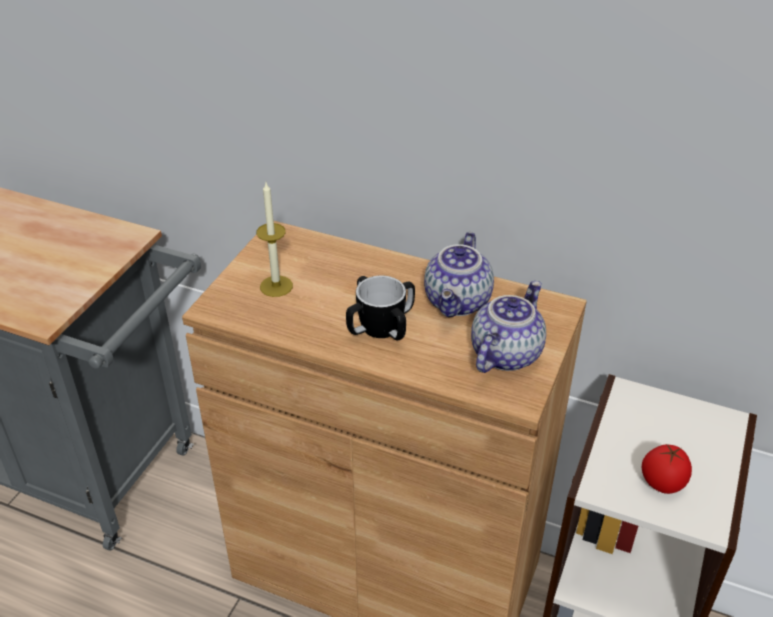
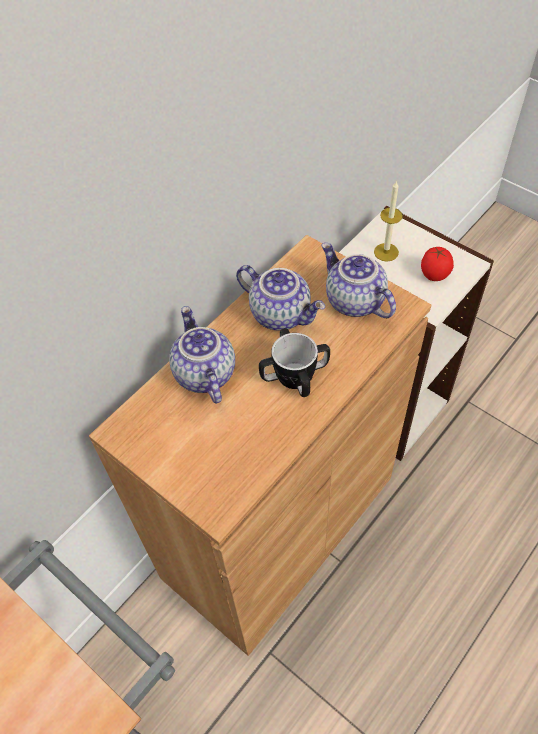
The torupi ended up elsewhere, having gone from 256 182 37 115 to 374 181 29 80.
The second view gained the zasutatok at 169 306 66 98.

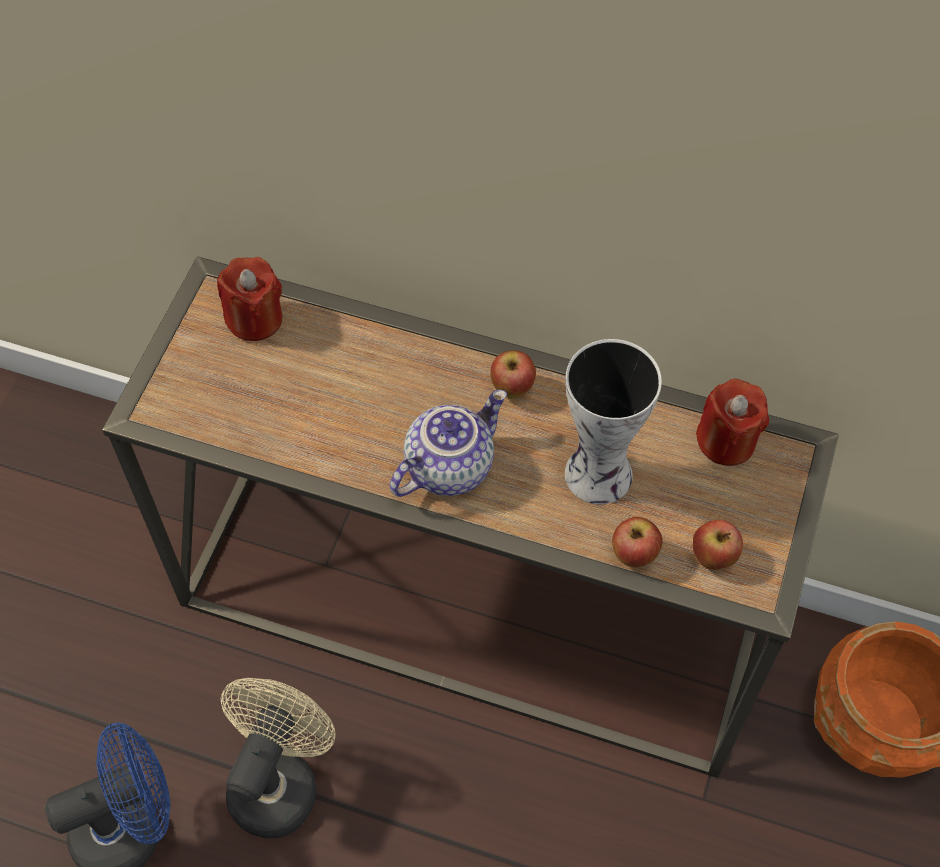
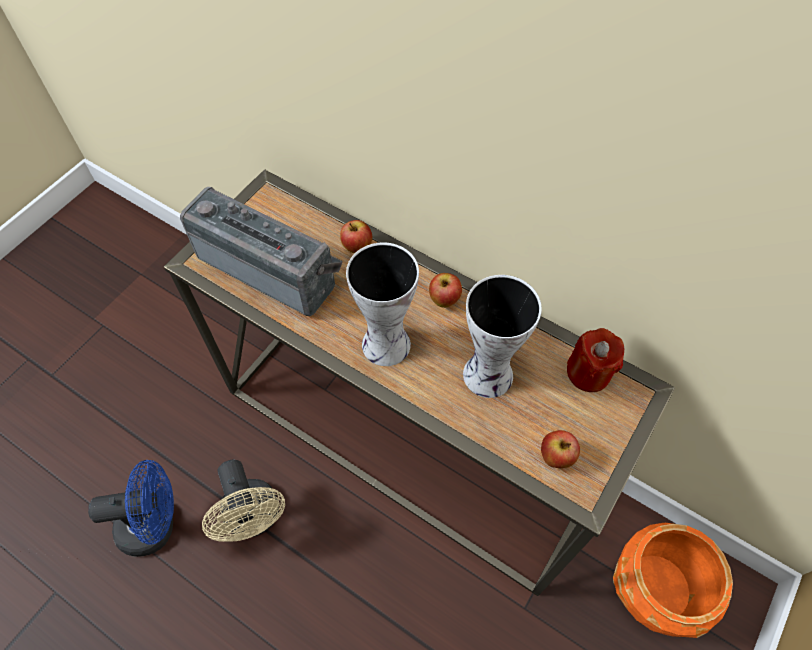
The second view lost the torupi (red) at 217 257 65 84.
The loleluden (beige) at 221 678 115 160 ended up facing another way, 120 degrees clockwise from before.
Where the zasutatok stood at 390 390 117 107, the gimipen came to stand at 346 242 73 124.
The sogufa ended up elsewhere, having gone from 612 517 50 50 to 340 220 32 33.
The second view gained the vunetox at 180 187 163 130.

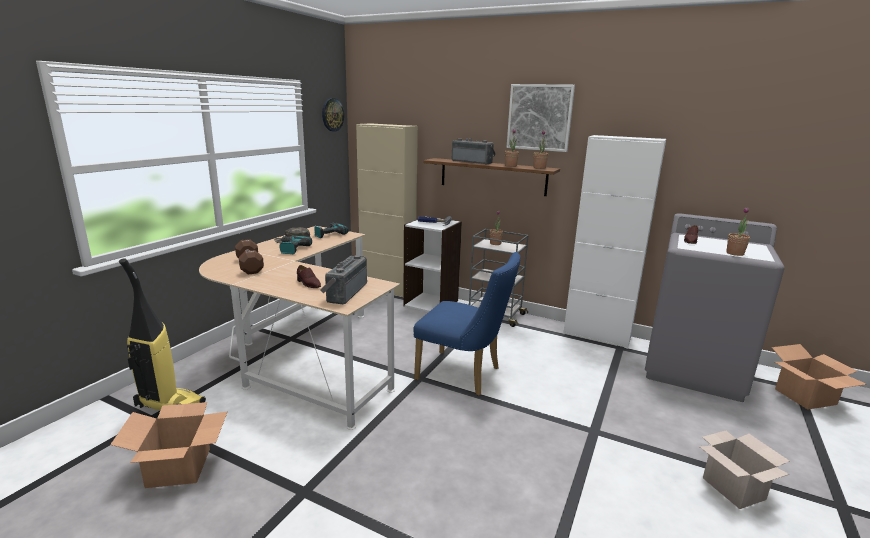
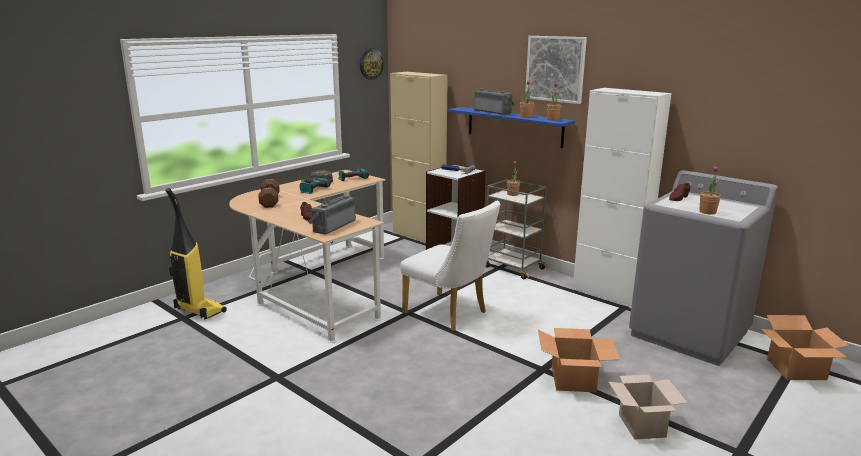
The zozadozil ended up elsewhere, having gone from 110 402 118 86 to 538 328 82 64.
What was the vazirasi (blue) at 413 252 107 144 turned into the vazirasi (white) at 400 201 101 130.
What was the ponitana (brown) at 423 158 137 38 turned into the ponitana (blue) at 448 107 127 41.

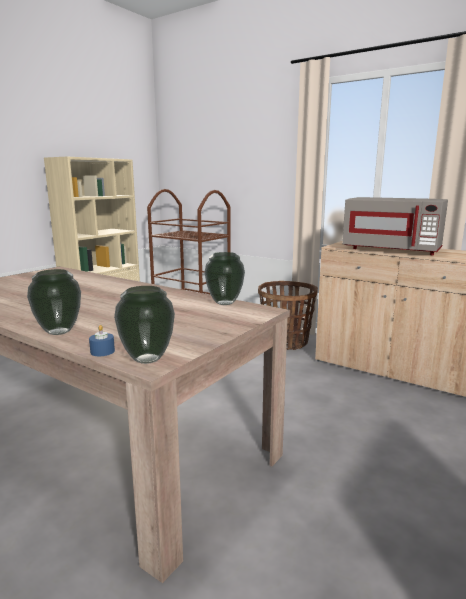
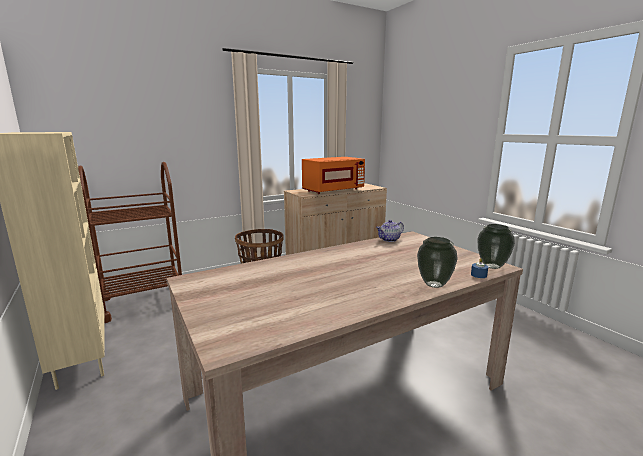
Where the gimipen stood at 204 252 41 53, the zasutatok came to stand at 376 220 28 22.
What was the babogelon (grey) at 342 197 106 58 turned into the babogelon (orange) at 302 157 63 37.

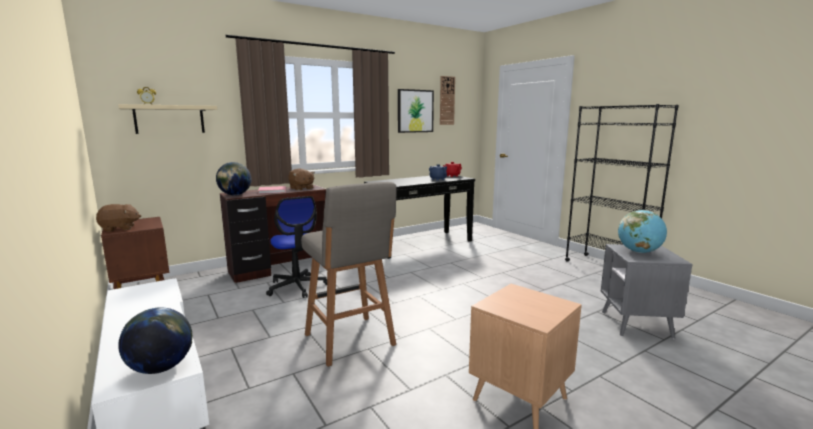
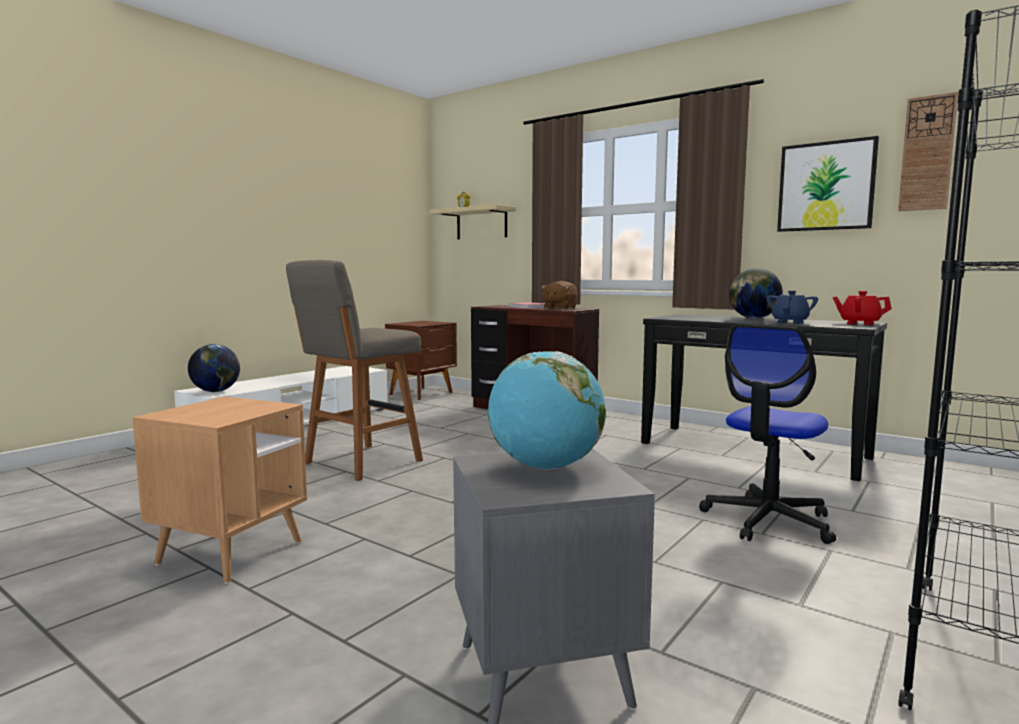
The second view lost the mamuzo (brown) at 96 204 45 28.
The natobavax ended up elsewhere, having gone from 216 162 36 34 to 729 268 54 51.
The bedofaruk ended up elsewhere, having gone from 266 196 61 102 to 699 323 137 221.

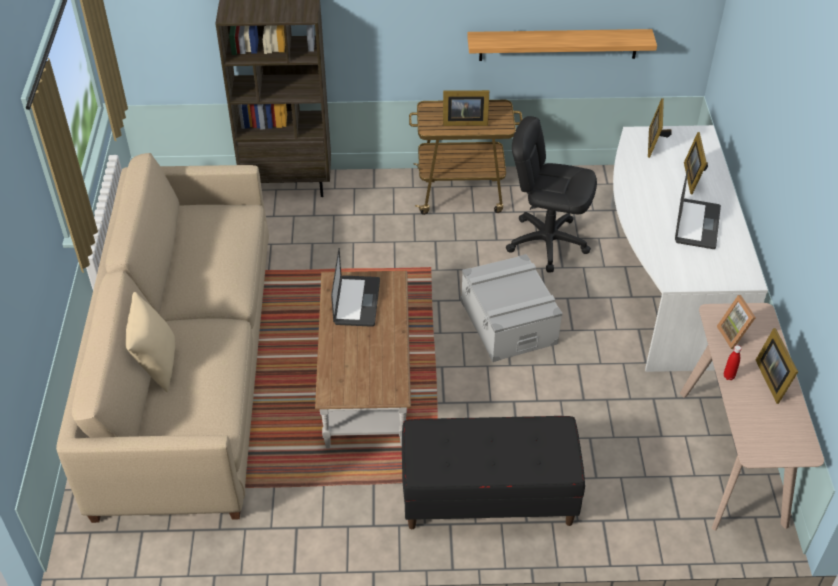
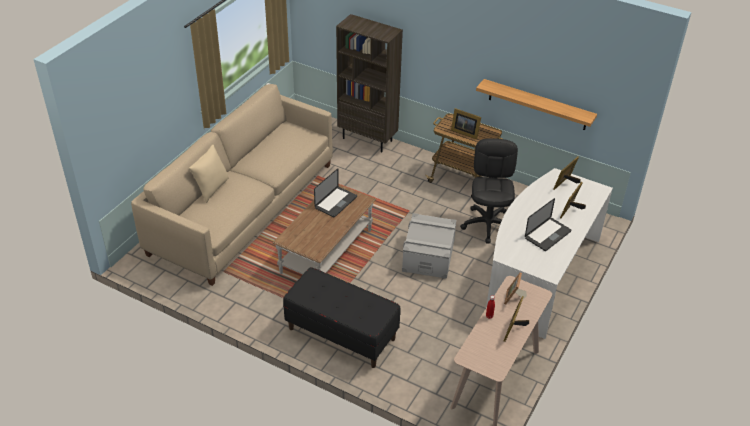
The bedofaruk (black) at 506 116 91 156 ended up facing another way, 45 degrees clockwise from before.

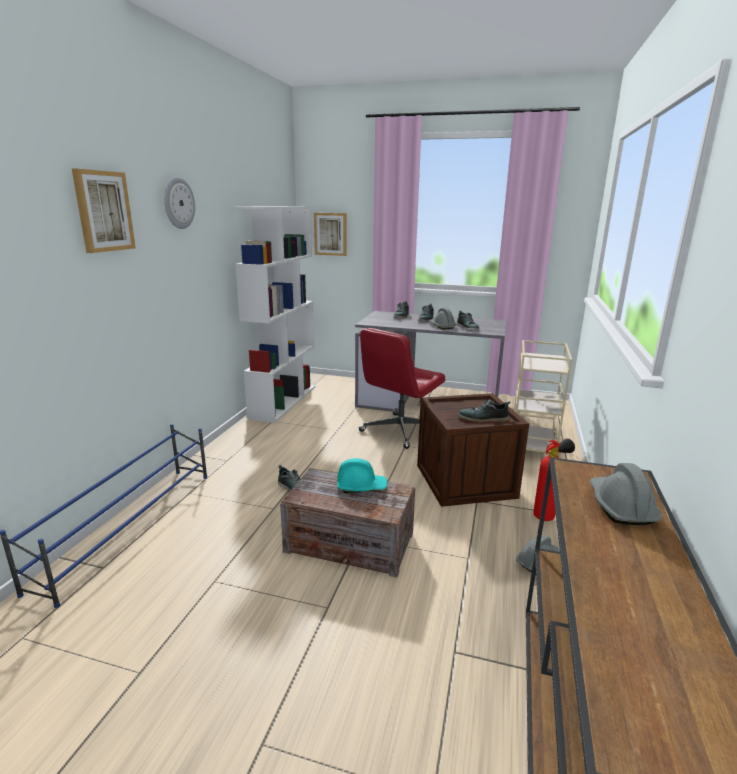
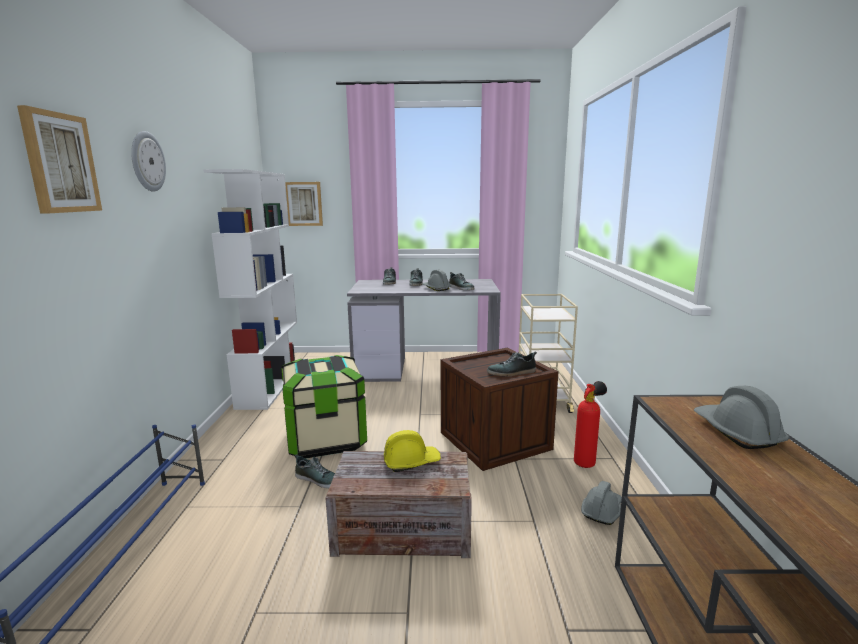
What was the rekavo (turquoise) at 337 458 51 35 turned into the rekavo (yellow) at 384 430 57 42.
The second view lost the bedofaruk (red) at 359 328 87 121.
The second view gained the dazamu at 281 355 86 104.

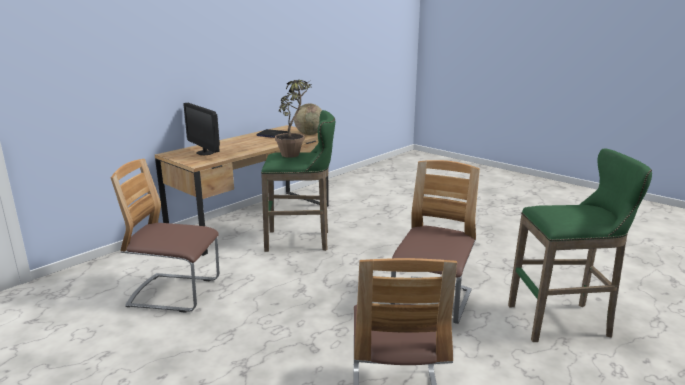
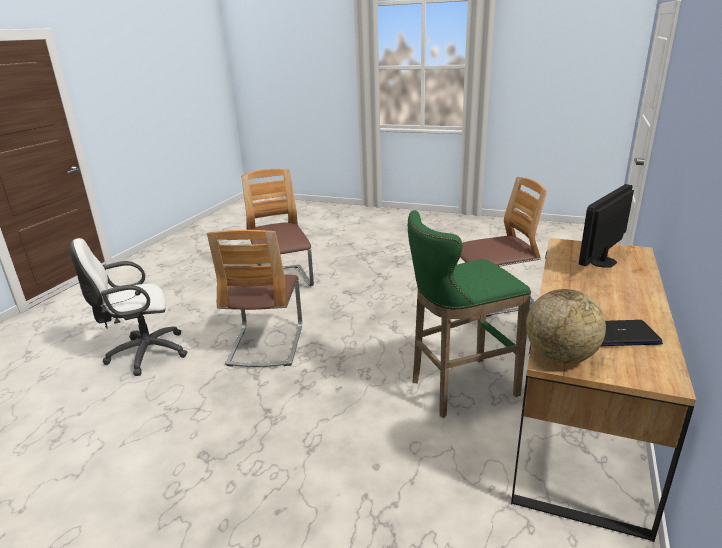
The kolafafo at 184 103 36 52 ended up facing another way, 75 degrees counterclockwise from before.
The second view lost the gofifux at 275 79 37 79.
Where the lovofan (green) stood at 508 148 144 194, the bedofaruk (white) came to stand at 70 238 118 138.

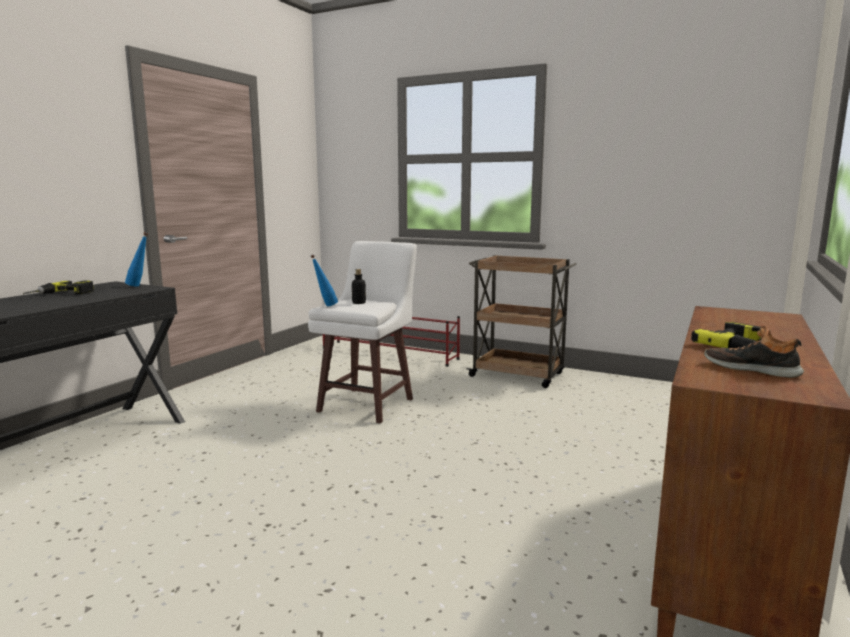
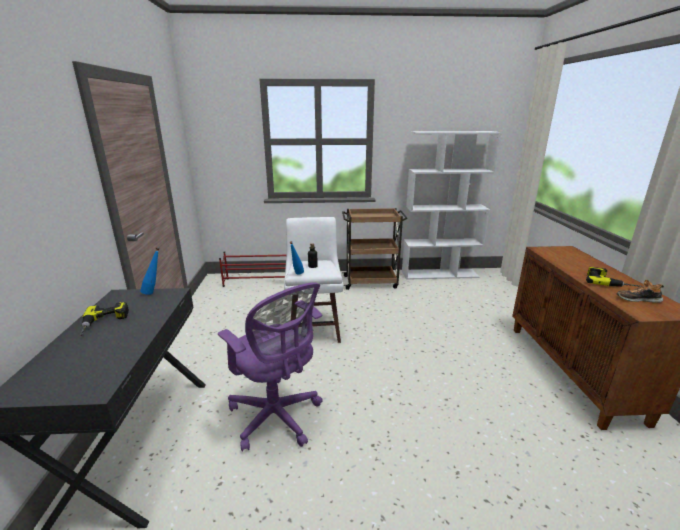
The second view gained the bedofaruk (purple) at 218 282 105 170.
The second view gained the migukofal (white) at 402 131 100 149.

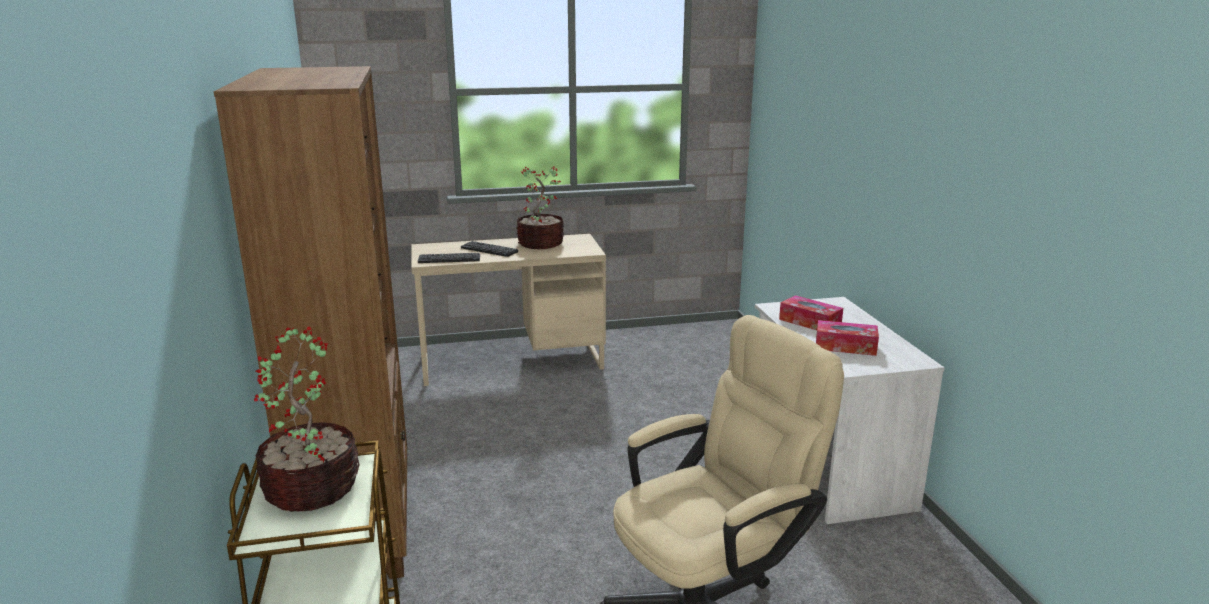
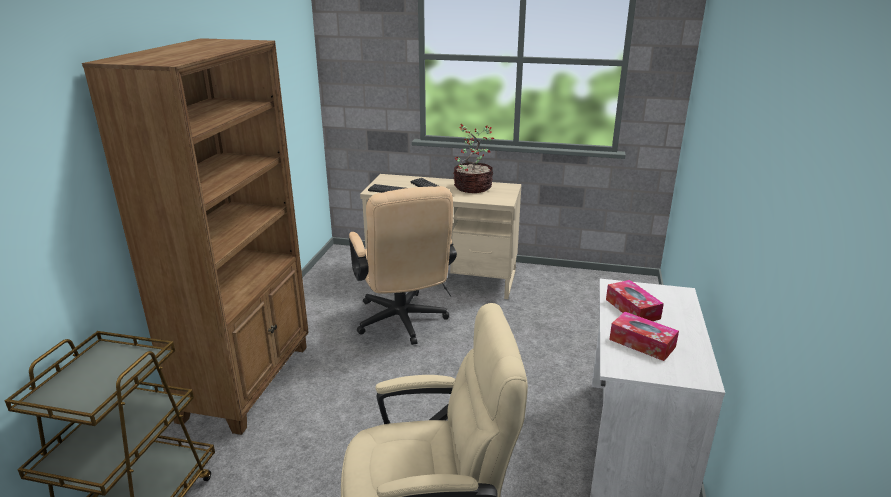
The second view lost the gofifux at 254 326 106 186.
The second view gained the bedofaruk (beige) at 349 186 108 159.

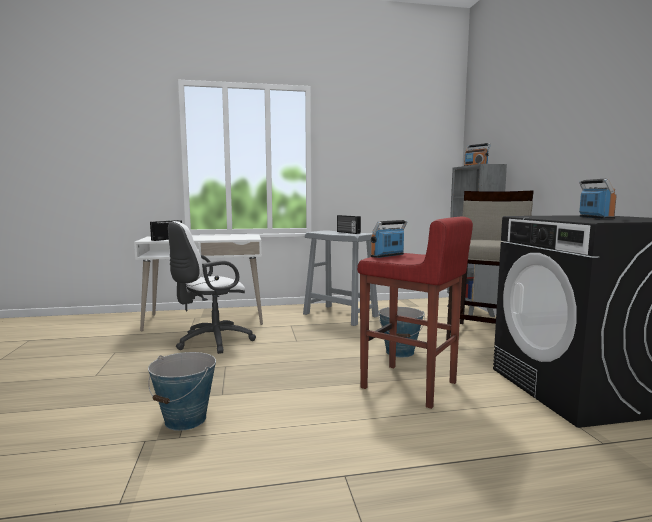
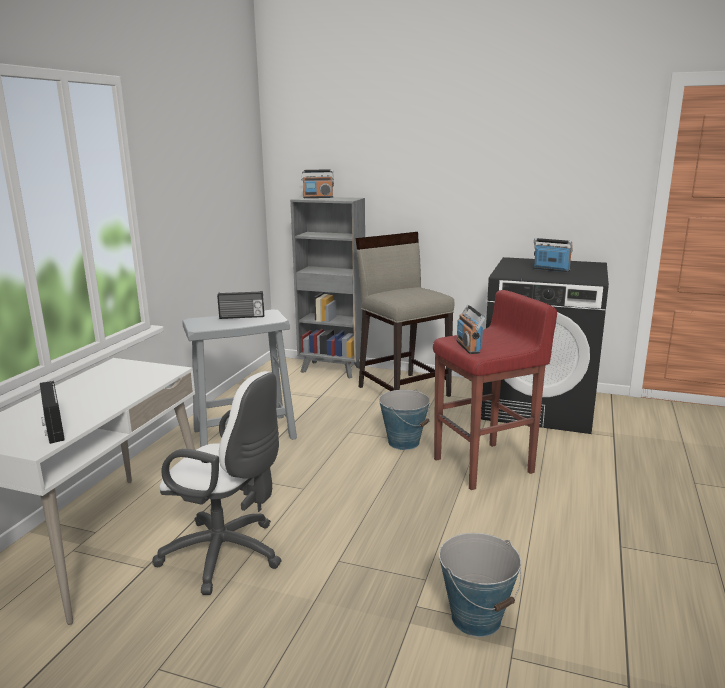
The bedofaruk (white) at 168 221 88 133 ended up facing another way, 60 degrees counterclockwise from before.

